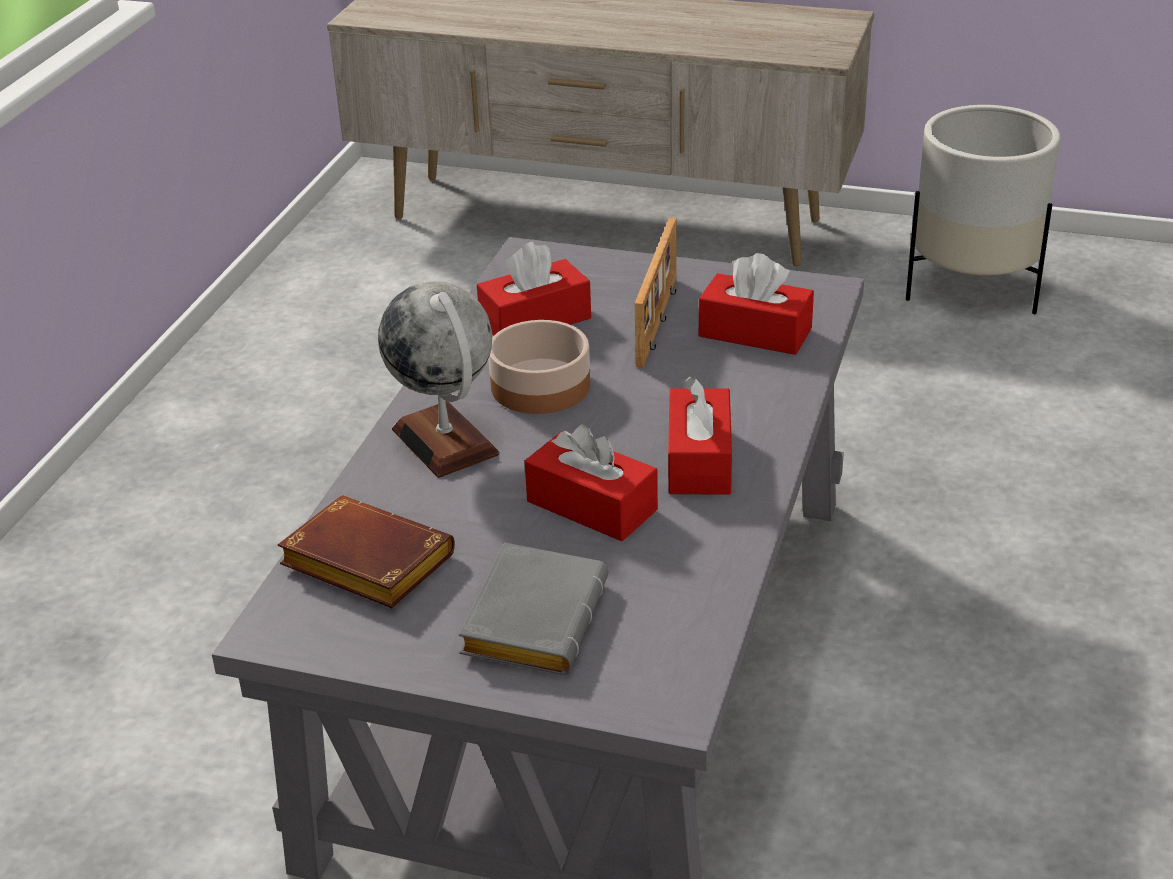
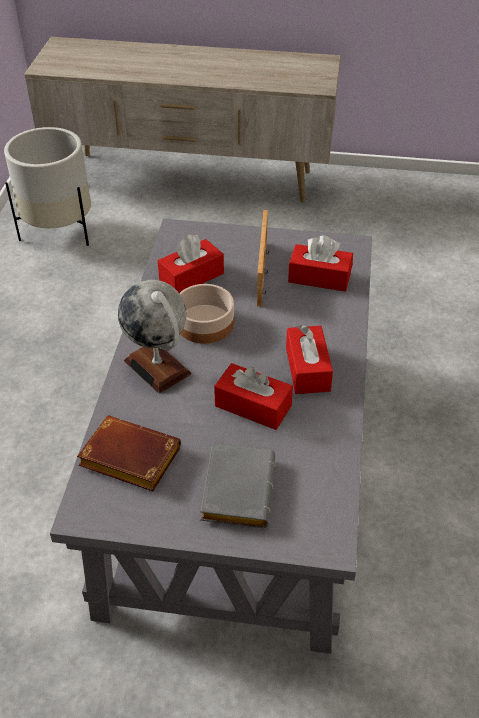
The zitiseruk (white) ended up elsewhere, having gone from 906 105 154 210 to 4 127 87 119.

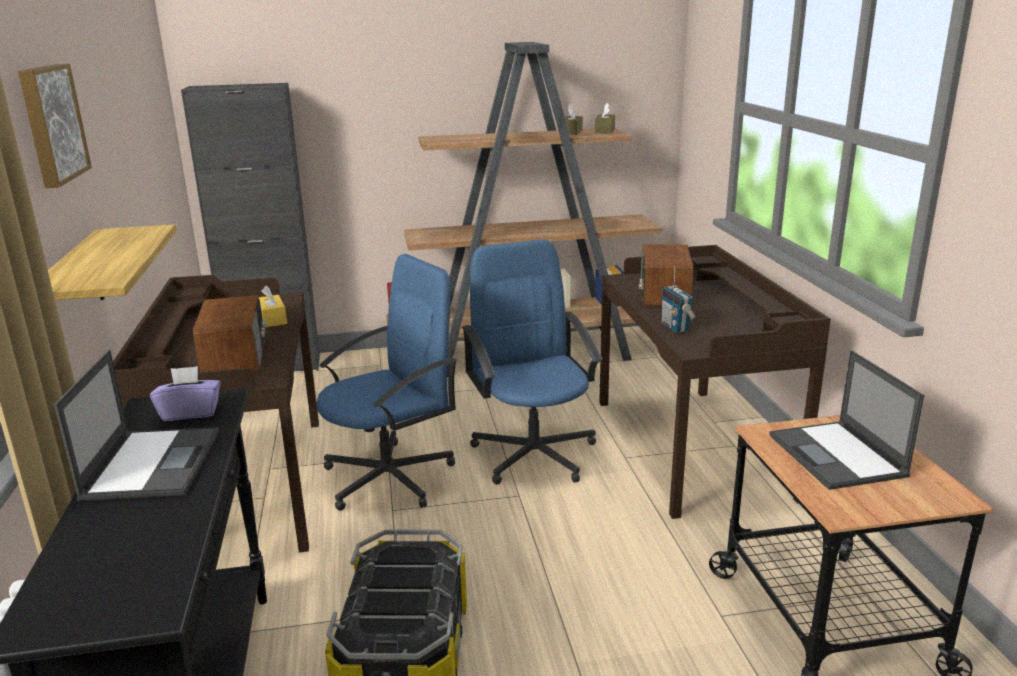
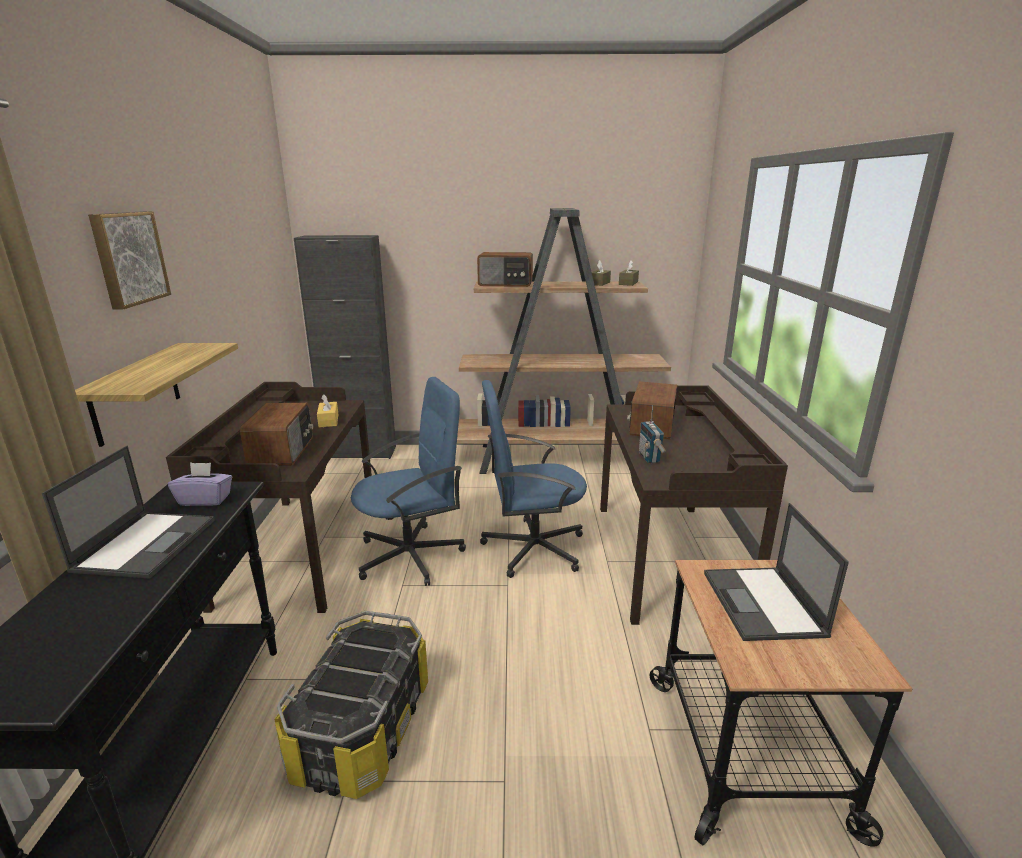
The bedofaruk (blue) at 462 239 141 246 ended up facing another way, 90 degrees counterclockwise from before.
The second view gained the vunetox at 477 252 56 35.

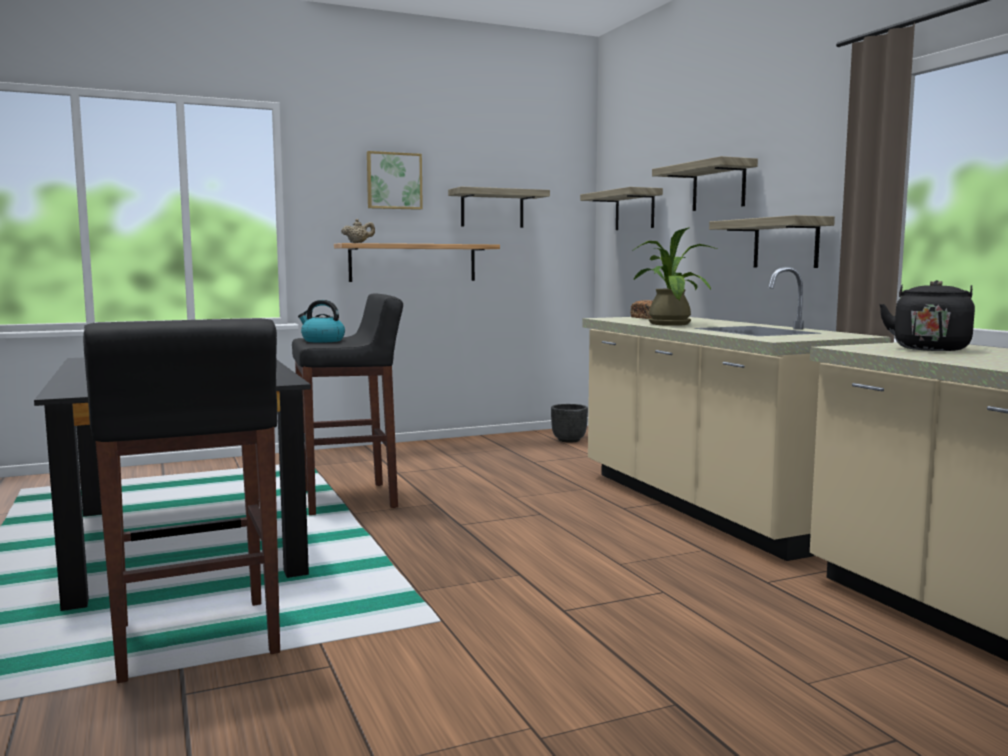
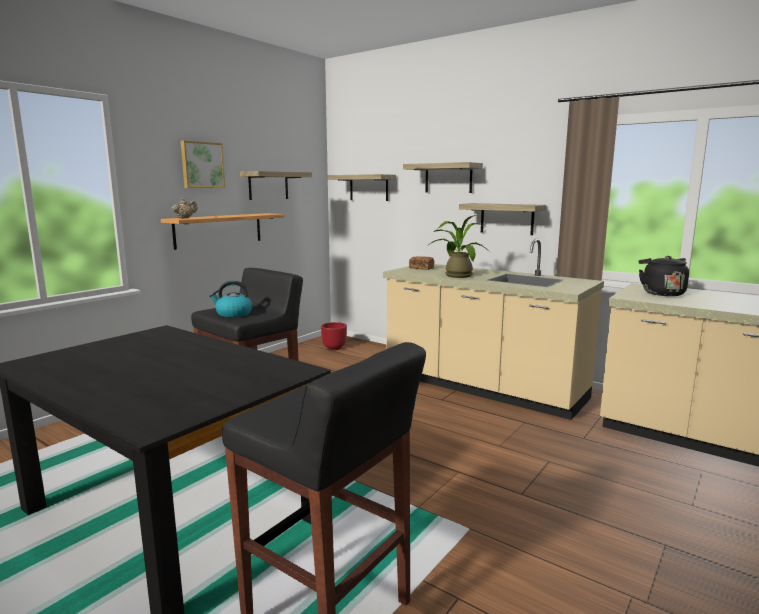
What was the zitiseruk (black) at 551 404 37 39 turned into the zitiseruk (red) at 321 322 26 28.

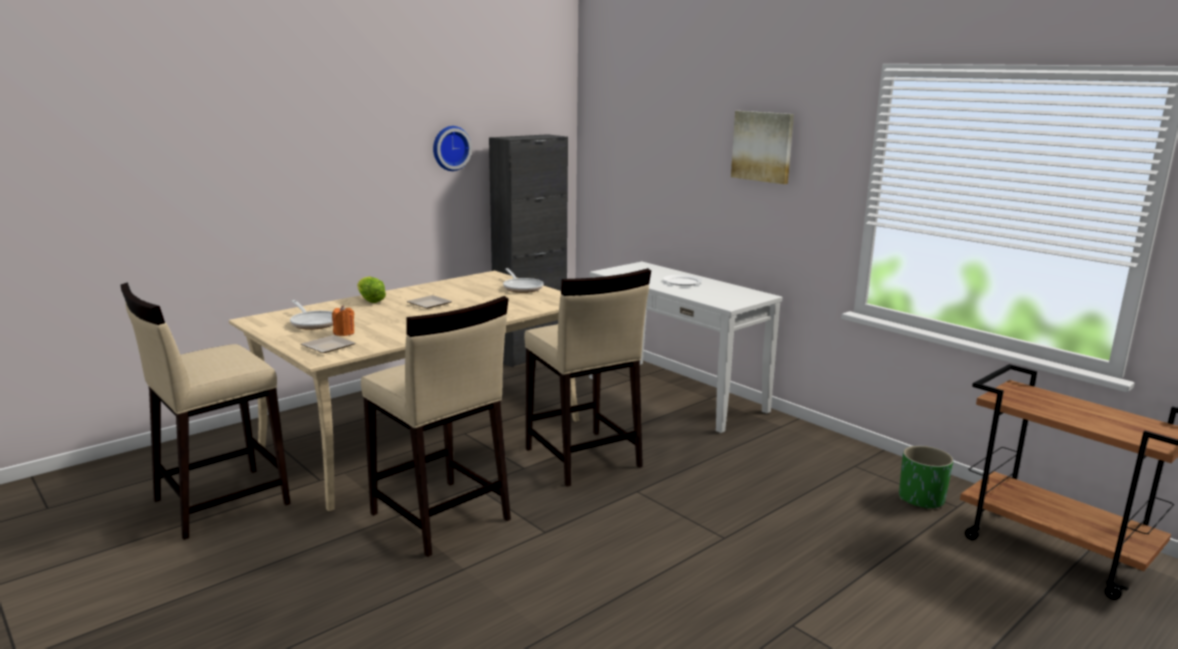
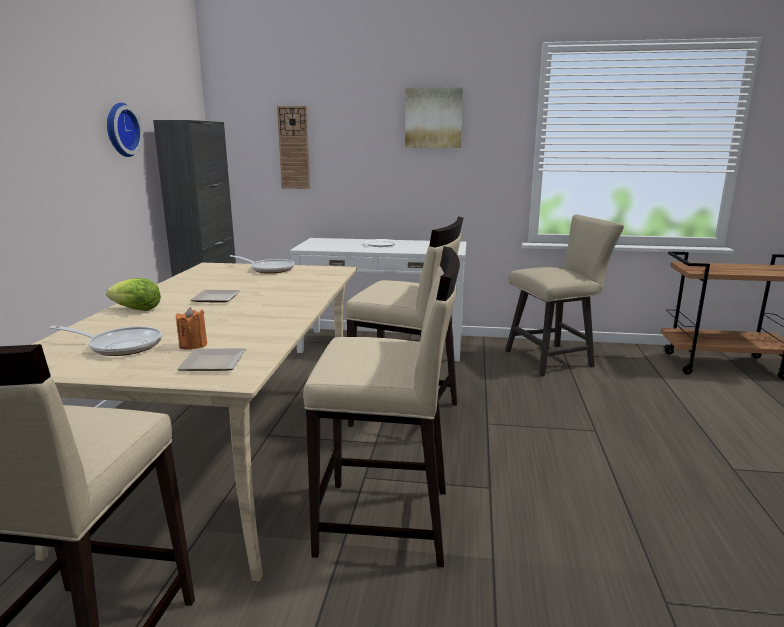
The second view lost the zitiseruk (green) at 899 446 54 64.
The second view gained the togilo at 277 106 33 83.
The second view gained the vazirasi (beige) at 505 214 119 162.

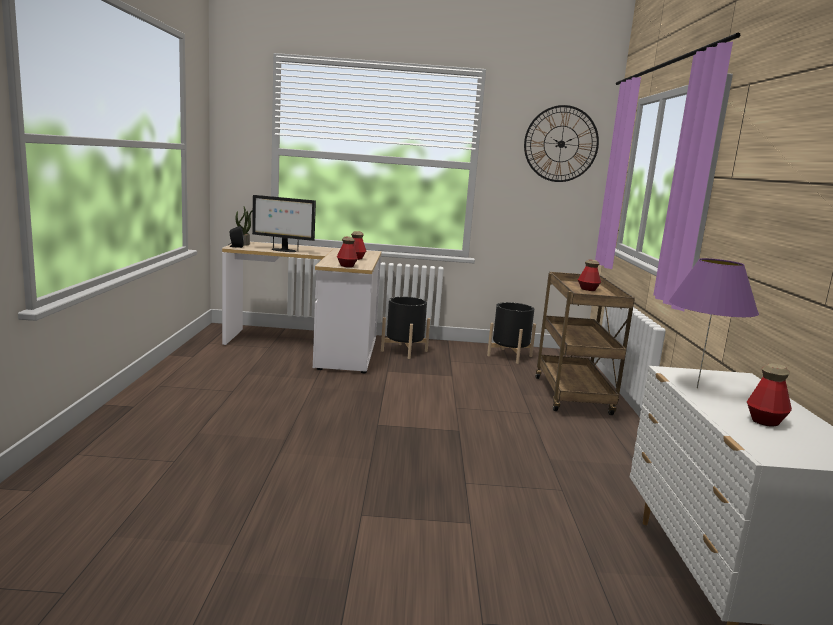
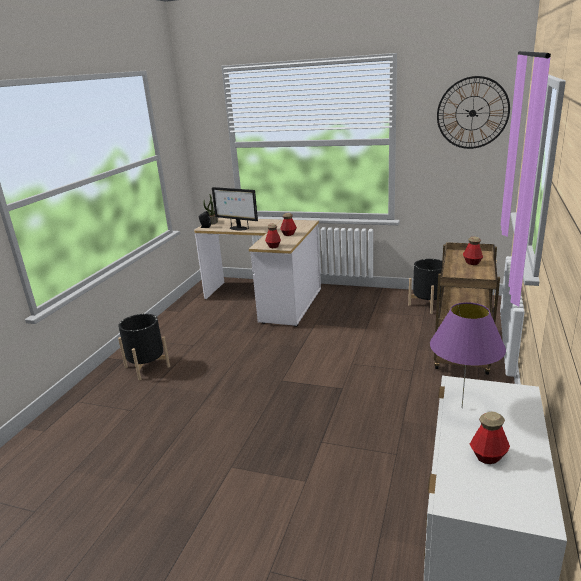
The zitiseruk (black) ended up elsewhere, having gone from 381 297 49 62 to 118 314 52 66.

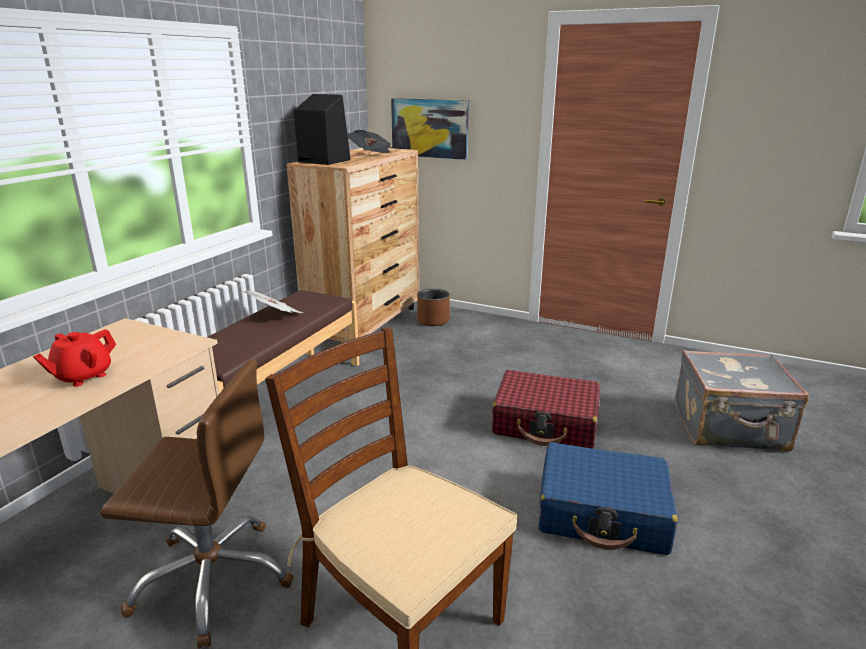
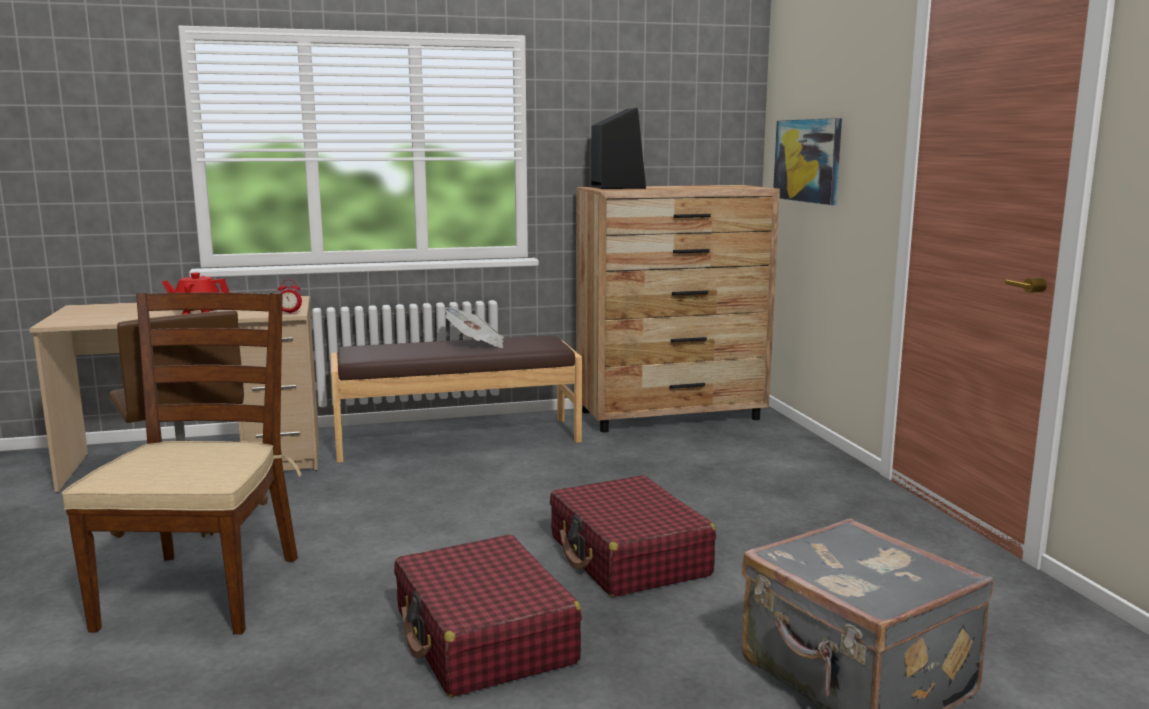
The second view lost the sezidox at 347 130 44 23.
The second view lost the zitiseruk (brown) at 417 289 33 37.
What was the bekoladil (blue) at 538 442 140 113 turned into the bekoladil (red) at 394 535 188 162.
The second view gained the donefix at 278 280 24 34.

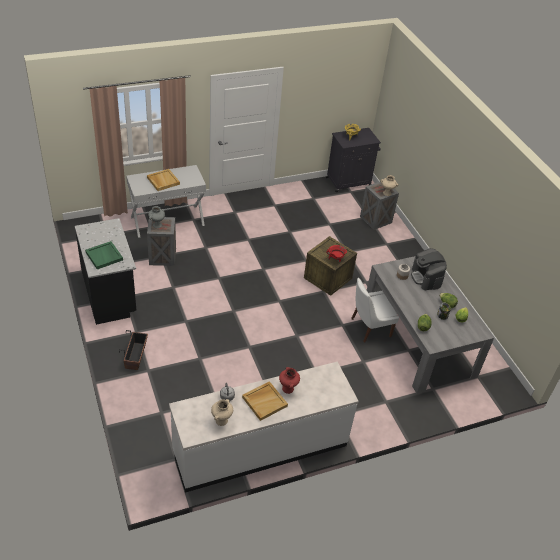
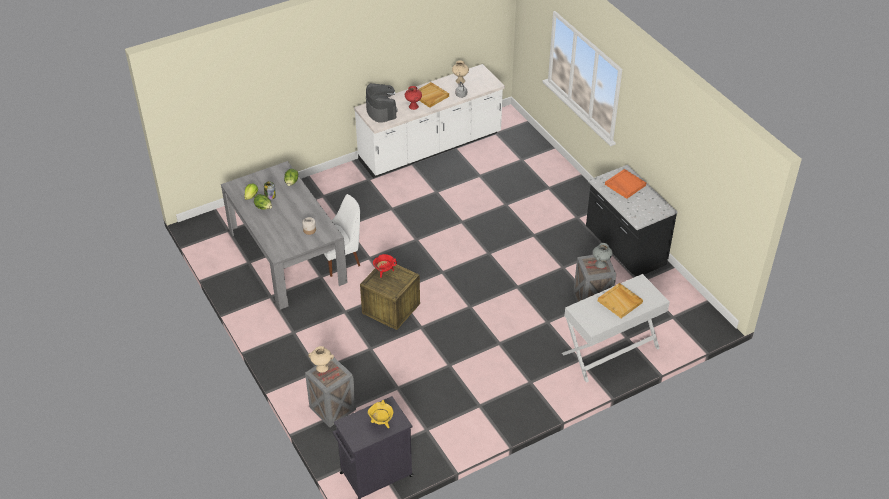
What was the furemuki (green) at 85 241 38 28 turned into the furemuki (orange) at 605 169 41 30.
The second view lost the zitiseruk at 119 330 29 40.
The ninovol ended up elsewhere, having gone from 411 248 36 42 to 366 83 32 40.

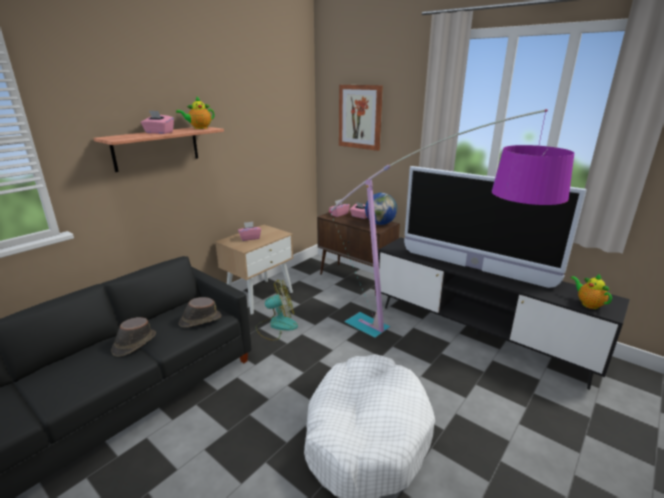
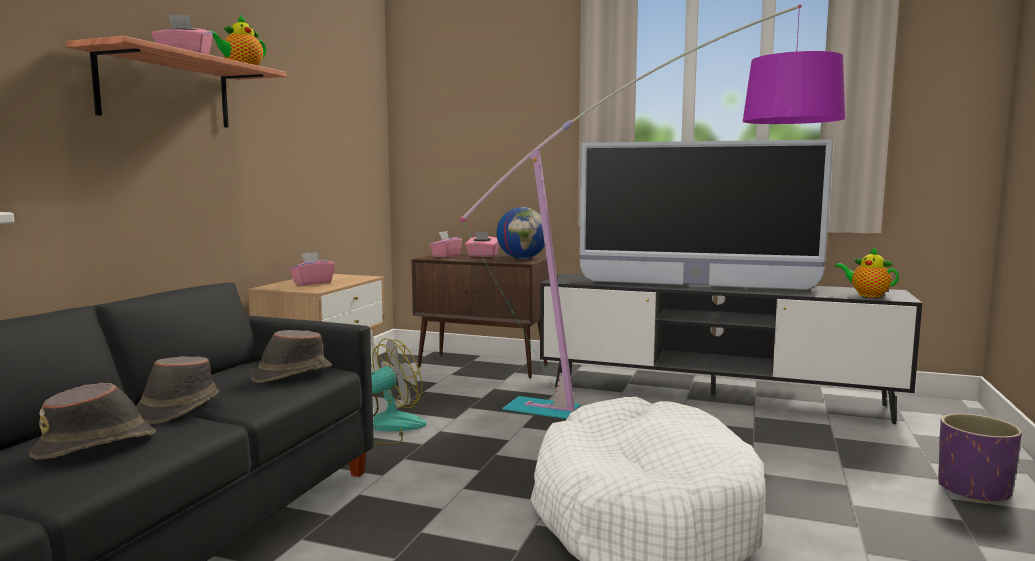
The second view lost the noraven at 339 85 44 66.
The second view gained the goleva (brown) at 29 383 127 77.
The second view gained the zitiseruk (purple) at 938 414 84 89.

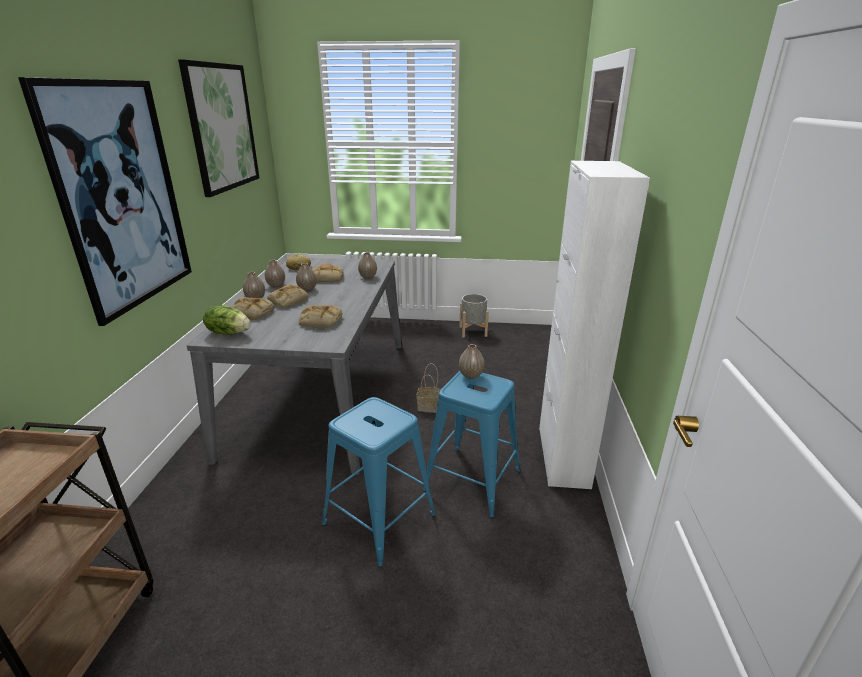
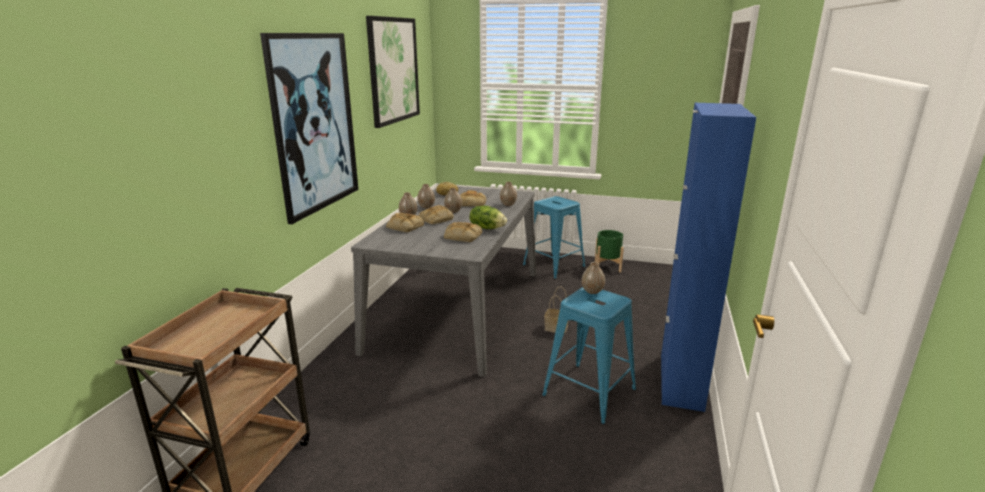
The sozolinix ended up elsewhere, having gone from 203 305 48 30 to 469 206 38 23.
The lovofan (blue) ended up elsewhere, having gone from 322 397 114 170 to 523 196 62 83.
What was the zitiseruk (grey) at 459 294 30 44 turned into the zitiseruk (green) at 595 230 29 42.
What was the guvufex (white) at 539 161 111 328 turned into the guvufex (blue) at 661 103 95 309.

